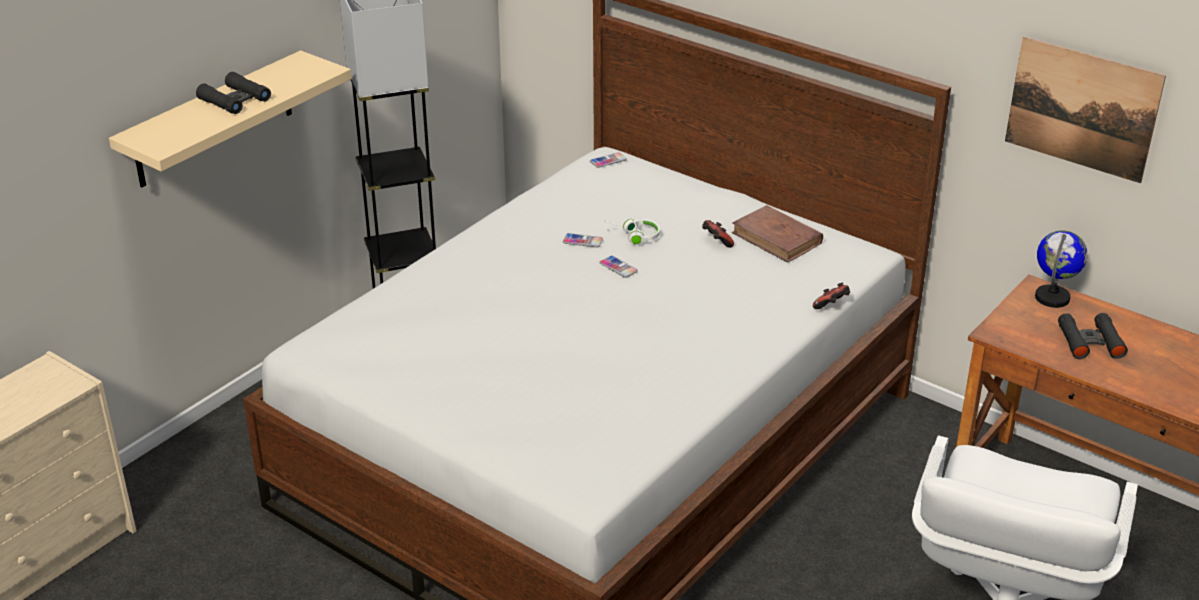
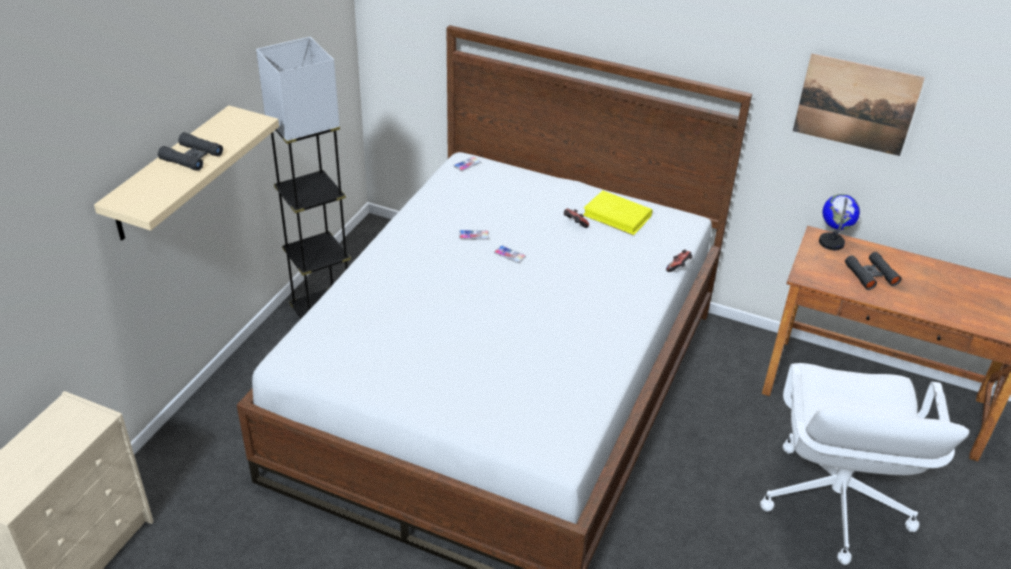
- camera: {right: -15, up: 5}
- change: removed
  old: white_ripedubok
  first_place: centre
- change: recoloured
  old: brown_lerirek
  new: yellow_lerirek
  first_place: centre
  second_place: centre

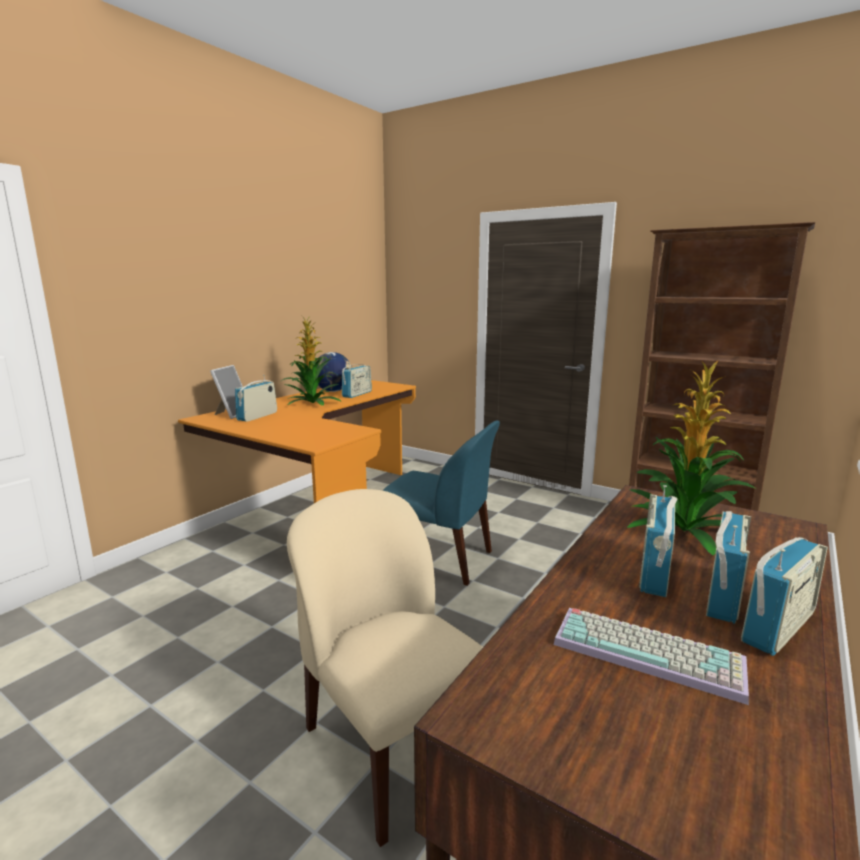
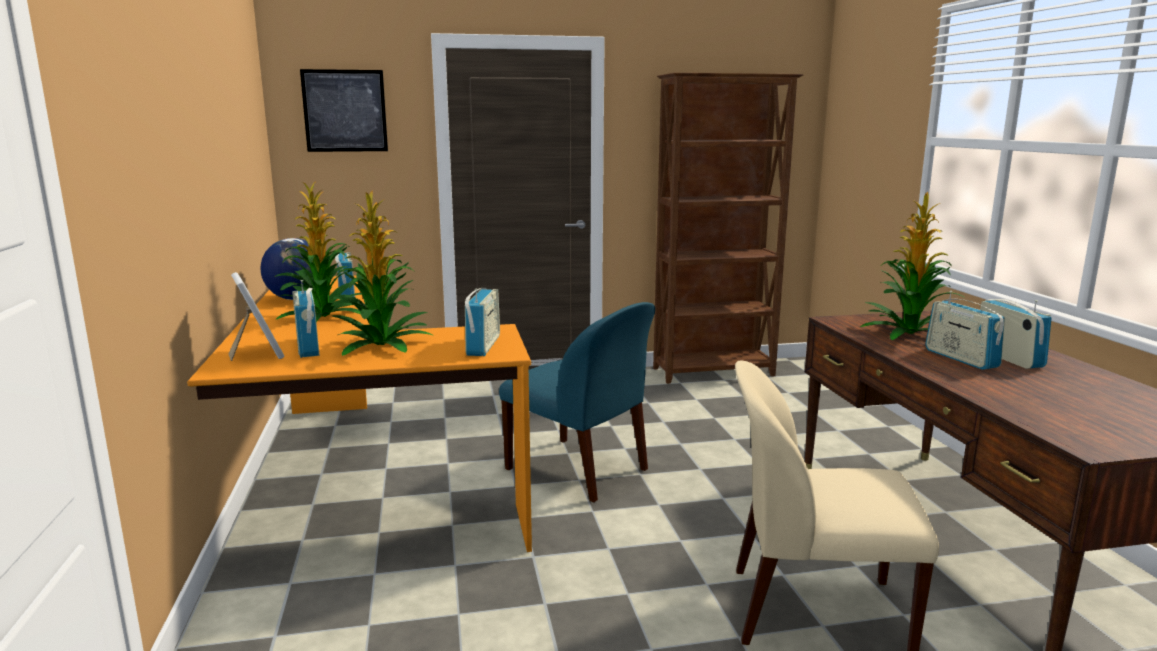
- camera: {right: -45, up: 0}
- change: turned
  old: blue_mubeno
  first_place: centre
  second_place: centre
  degrees: 60
- change: removed
  old: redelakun
  first_place: bottom right
- change: moved
  old: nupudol (5th from left in the first image)
  new: nupudol (3rd from left)
  first_place: bottom right
  second_place: centre
- change: added
  new: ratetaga
  second_place: top left
- change: added
  new: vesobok (2nd from left)
  second_place: middle left

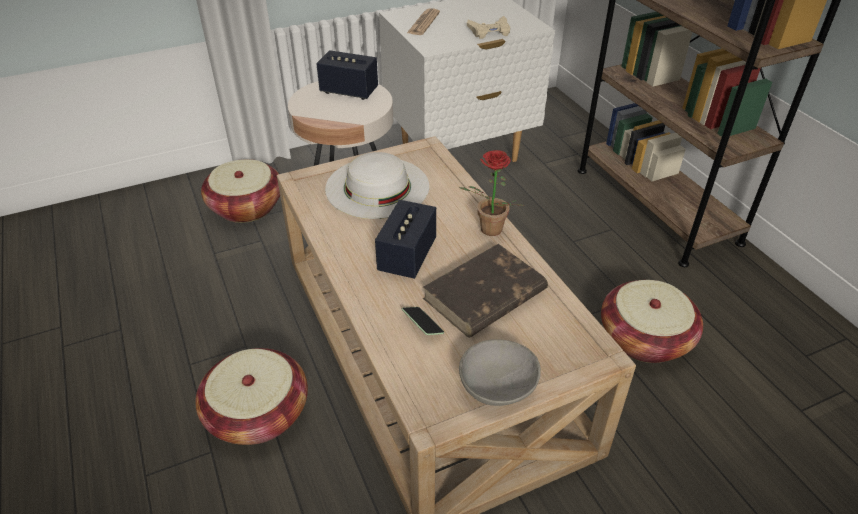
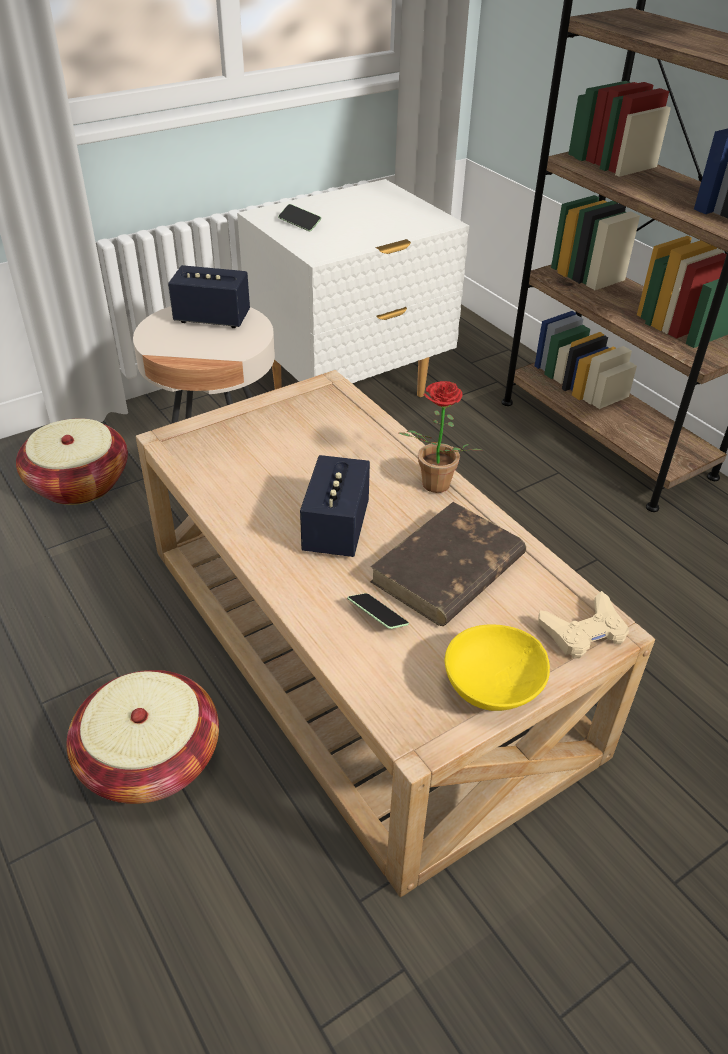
- camera: {right: -10, up: 0}
- change: removed
  old: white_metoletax
  first_place: centre
- change: replaced
  old: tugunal
  new: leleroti (1st from left)
  first_place: top centre
  second_place: top centre
- change: recoloured
  old: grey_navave
  new: yellow_navave
  first_place: bottom centre
  second_place: middle right
- change: moved
  old: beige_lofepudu
  first_place: top centre
  second_place: middle right
- change: removed
  old: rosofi (3rd from left)
  first_place: middle right

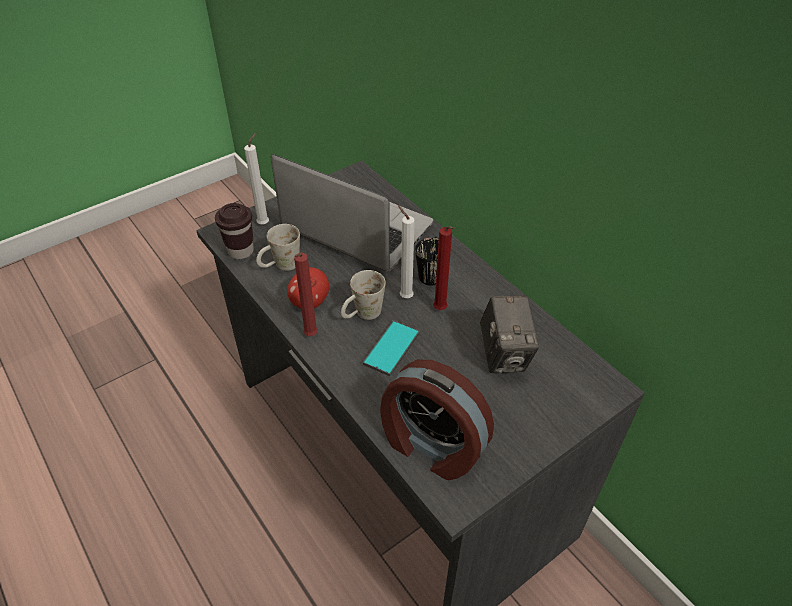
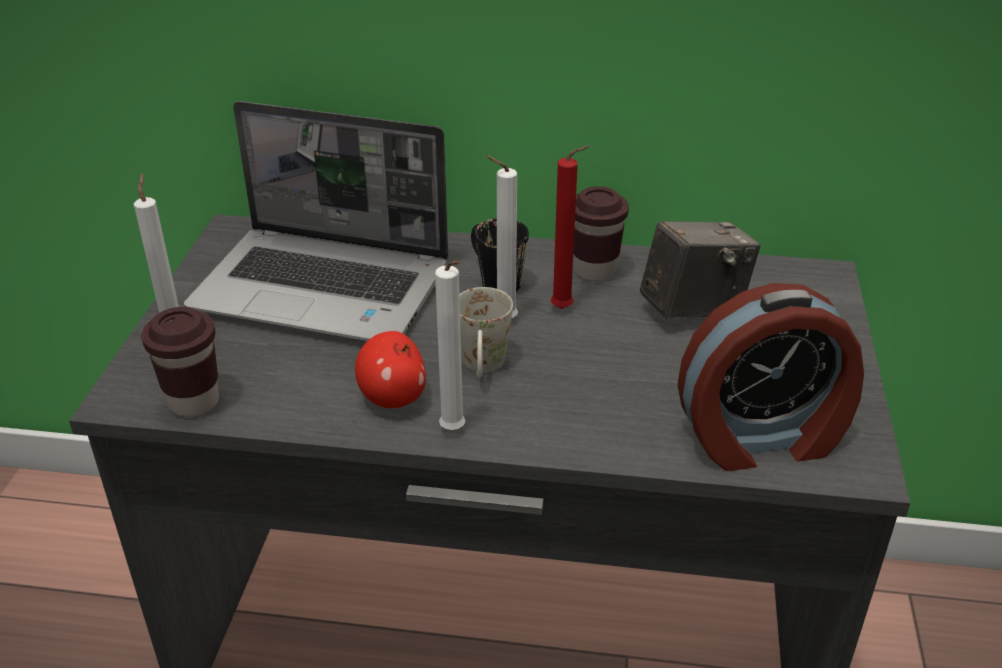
- camera: {right: -45, up: -10}
- change: removed
  old: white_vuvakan (1st from left)
  first_place: centre
- change: turned
  old: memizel
  first_place: centre
  second_place: top left
  degrees: -150
- change: recoloured
  old: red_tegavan (1st from left)
  new: white_tegavan (2nd from left)
  first_place: centre
  second_place: centre
- change: removed
  old: leleroti
  first_place: centre
- change: turned
  old: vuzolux
  first_place: centre
  second_place: middle right
  degrees: -60
- change: added
  new: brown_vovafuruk (2nd from left)
  second_place: centre

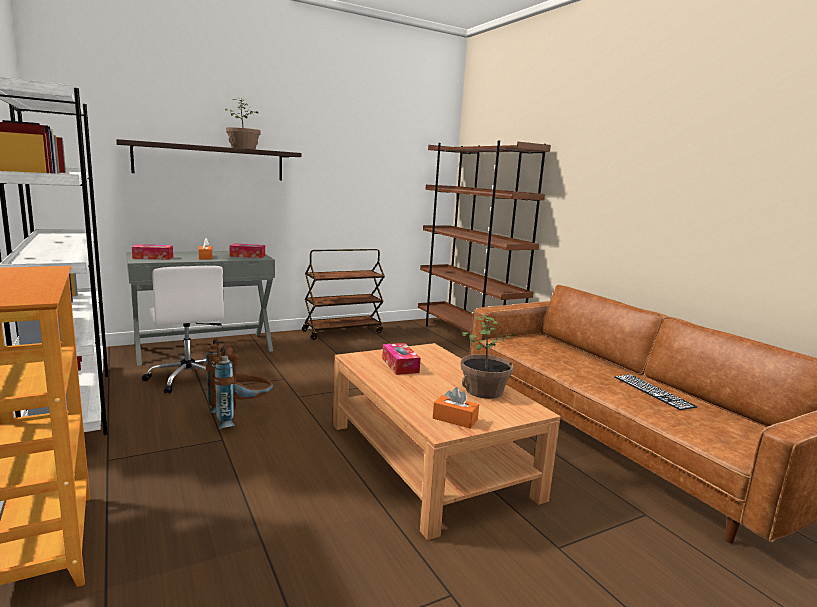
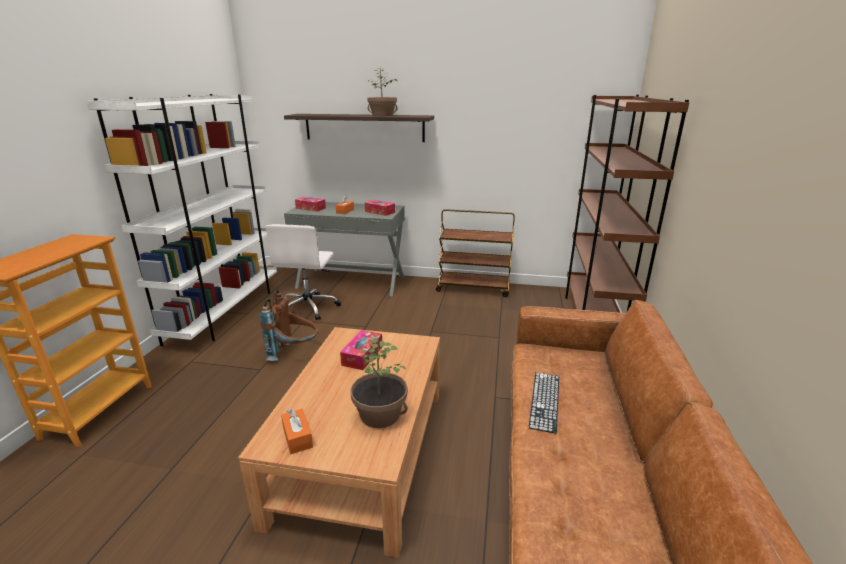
- camera: {right: 40, up: 10}
- change: moved
  old: redelakun
  first_place: middle right
  second_place: bottom centre

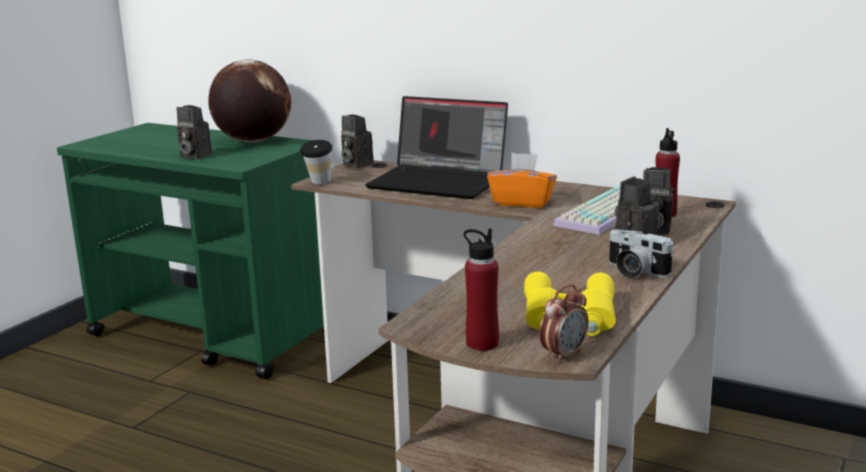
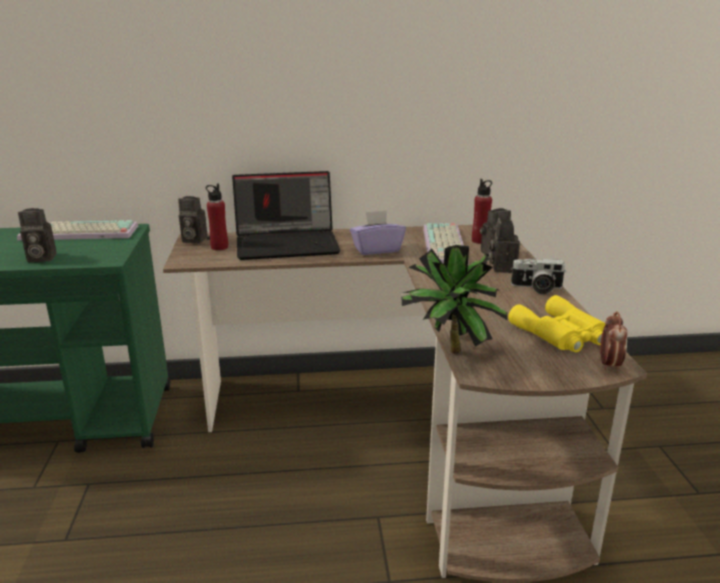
- camera: {right: -35, up: 5}
- change: replaced
  old: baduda
  new: redelakun (1st from left)
  first_place: top left
  second_place: middle left
- change: removed
  old: vovafuruk
  first_place: centre
- change: moved
  old: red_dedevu (1st from left)
  first_place: centre
  second_place: middle left
- change: recoloured
  old: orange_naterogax
  new: purple_naterogax
  first_place: centre
  second_place: centre
- change: added
  new: vesobok
  second_place: centre

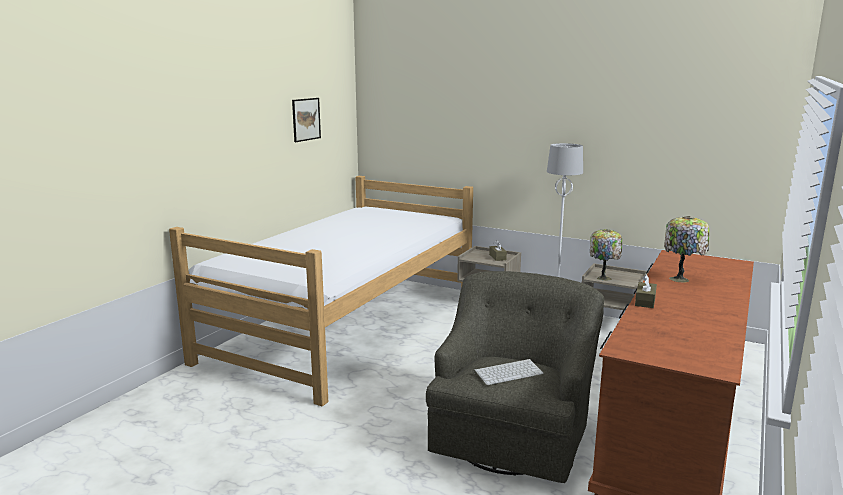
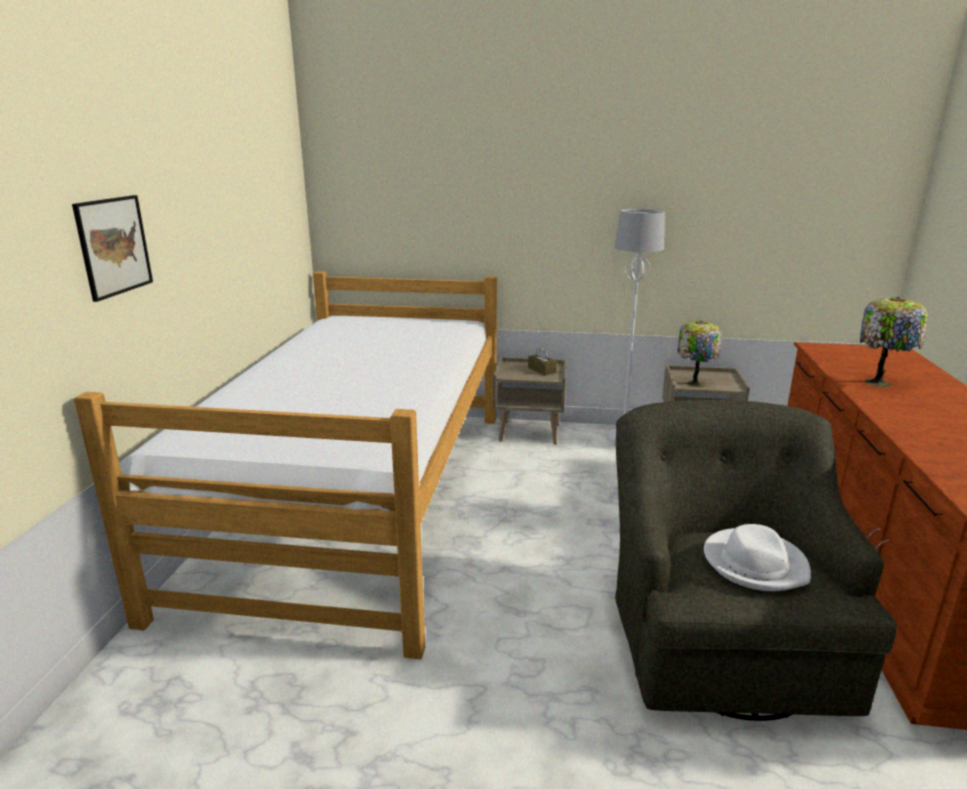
- camera: {right: -20, up: 5}
- change: moved
  old: ratetaga
  first_place: top centre
  second_place: top left
- change: replaced
  old: redelakun
  new: white_metoletax
  first_place: bottom centre
  second_place: bottom right
- change: removed
  old: brown_naterogax (2nd from left)
  first_place: middle right

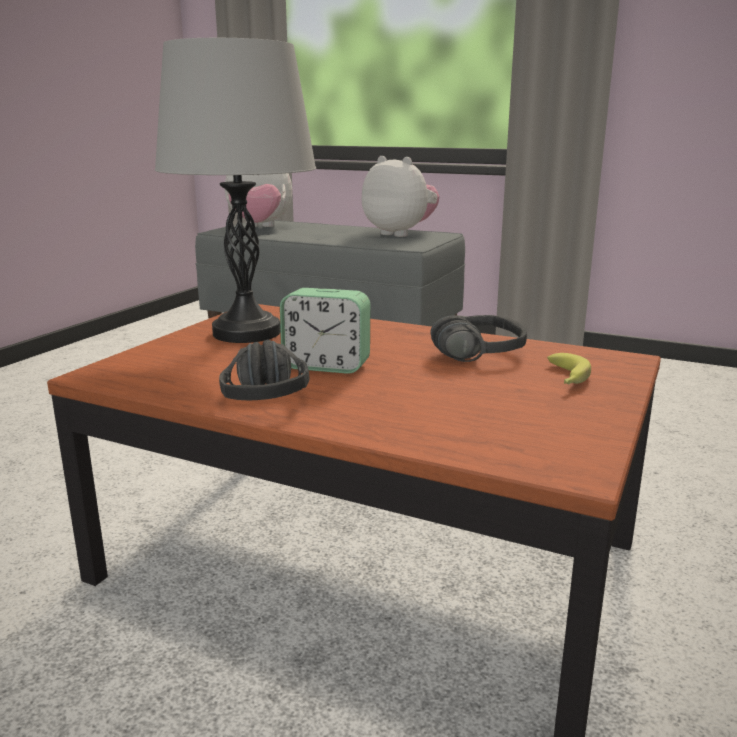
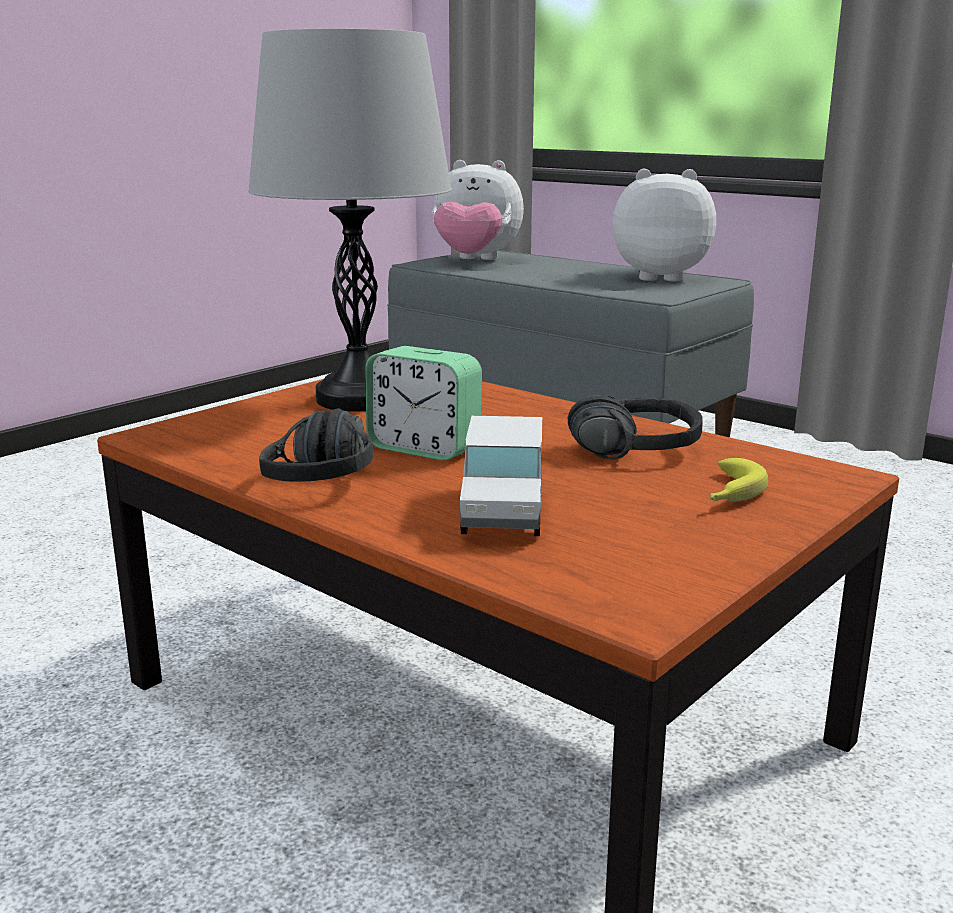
- camera: {right: 15, up: 0}
- change: turned
  old: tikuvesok (2nd from left)
  first_place: top centre
  second_place: top right
  degrees: -45
- change: added
  new: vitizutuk
  second_place: centre

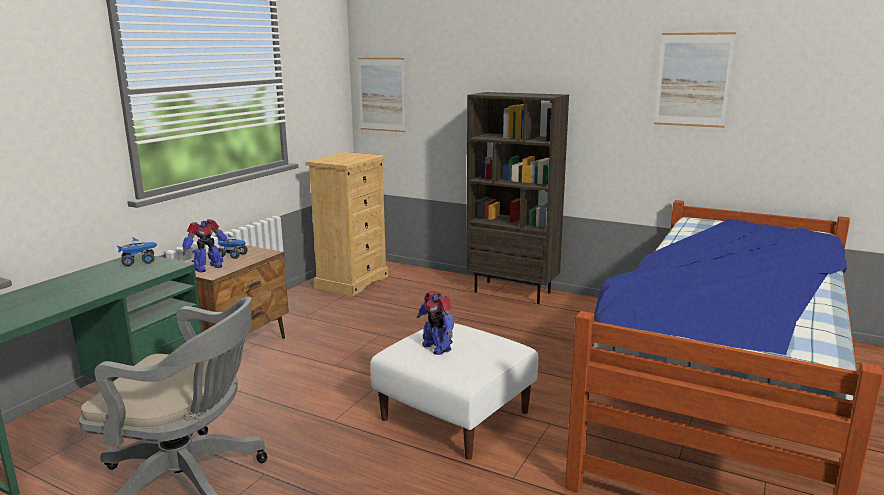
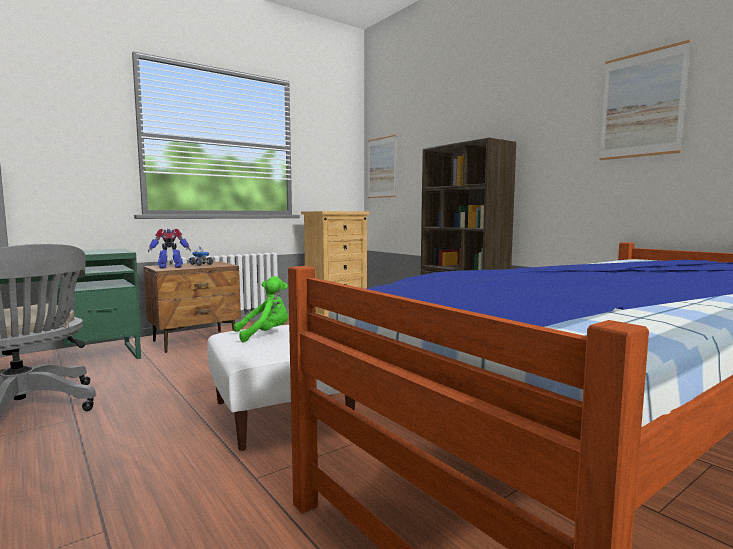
- camera: {right: 25, up: -10}
- change: removed
  old: vitizutuk (1st from left)
  first_place: middle left
- change: replaced
  old: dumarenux (2nd from left)
  new: green_tikuvesok
  first_place: centre
  second_place: centre

